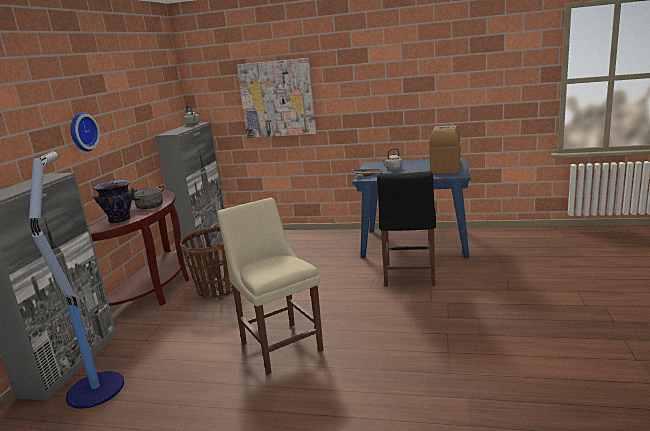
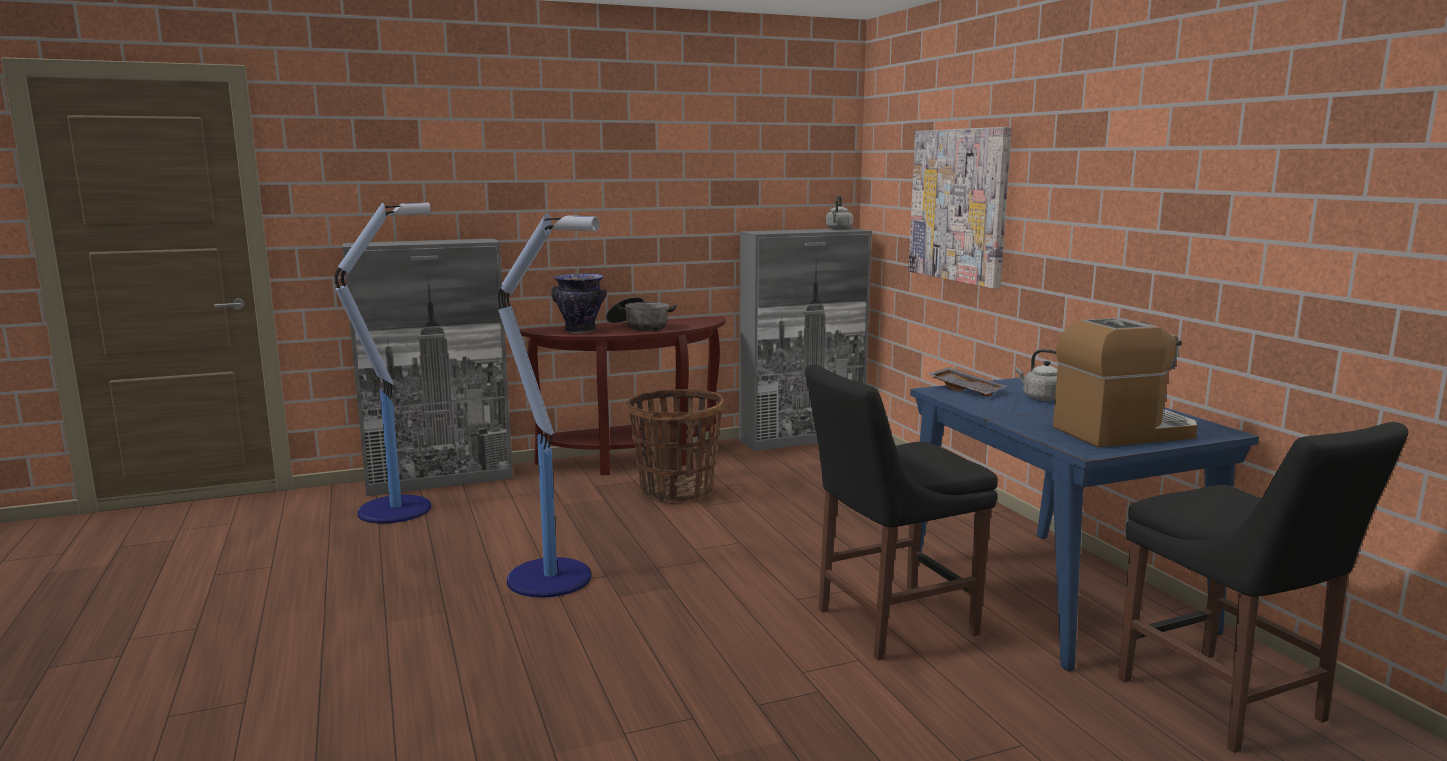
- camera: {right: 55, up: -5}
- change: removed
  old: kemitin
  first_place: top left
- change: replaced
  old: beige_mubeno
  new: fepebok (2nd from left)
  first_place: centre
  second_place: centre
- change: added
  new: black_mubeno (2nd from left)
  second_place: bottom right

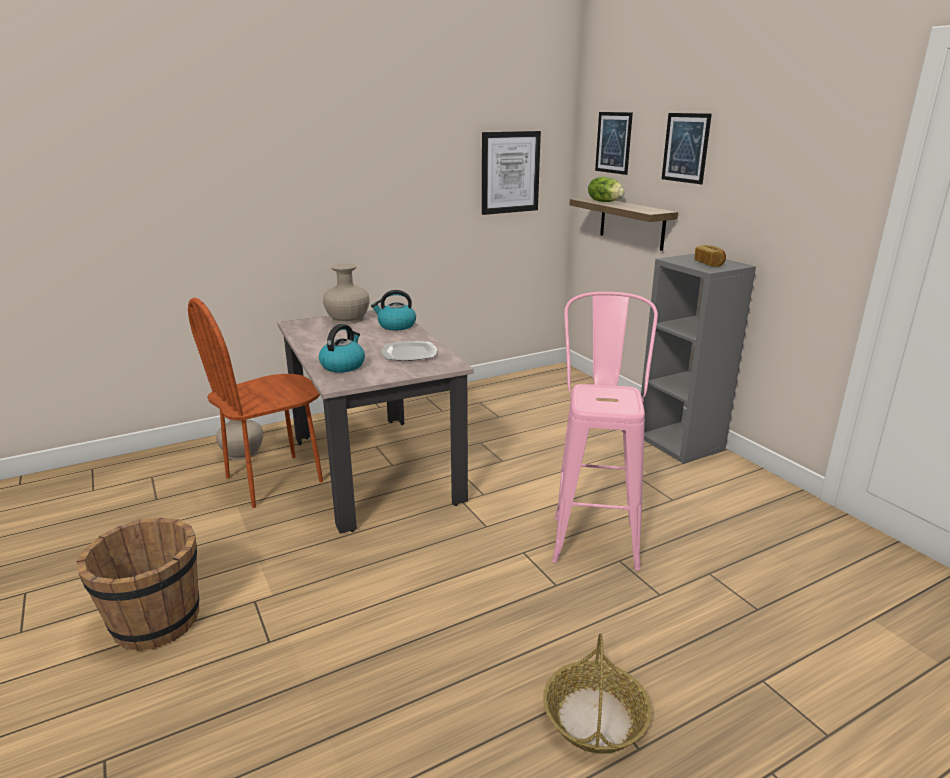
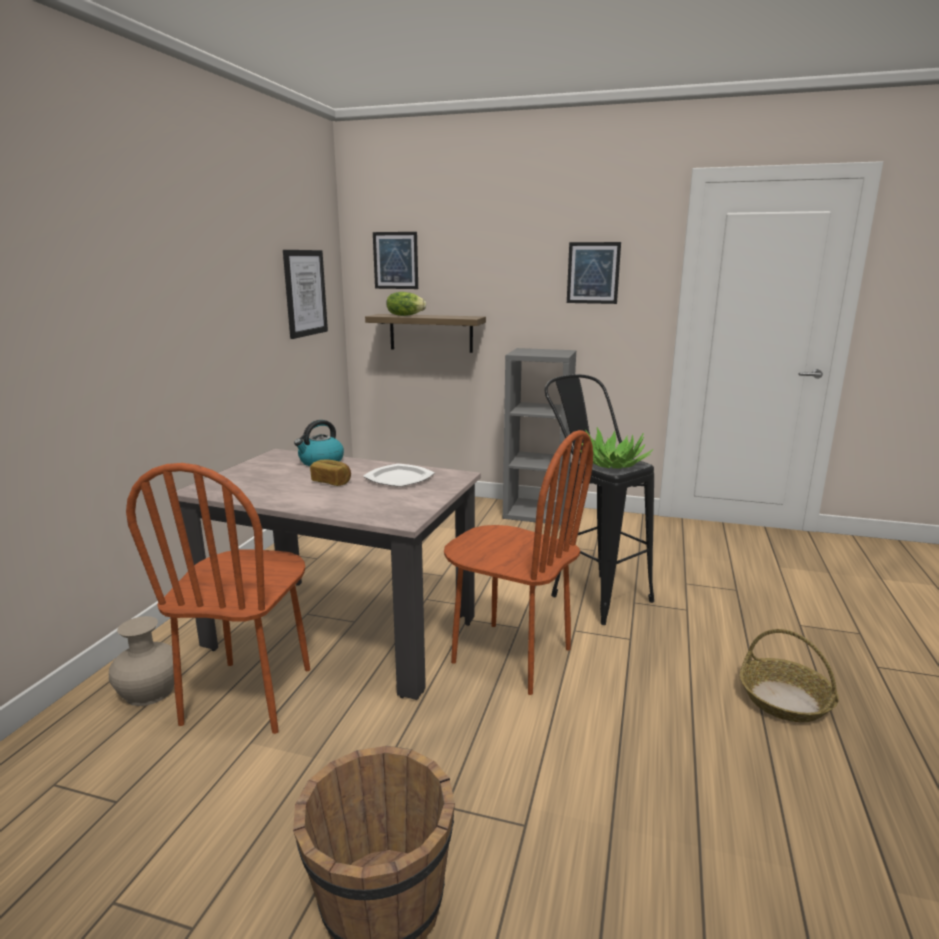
- camera: {right: -45, up: -5}
- change: removed
  old: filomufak (1st from left)
  first_place: centre
- change: removed
  old: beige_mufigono (2nd from left)
  first_place: centre
- change: recoloured
  old: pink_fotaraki
  new: black_fotaraki
  first_place: centre
  second_place: centre
- change: moved
  old: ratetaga (3rd from left)
  first_place: top right
  second_place: top centre
- change: moved
  old: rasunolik
  first_place: top right
  second_place: centre
- change: added
  new: brown_mubeno (2nd from left)
  second_place: centre
- change: added
  new: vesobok
  second_place: centre

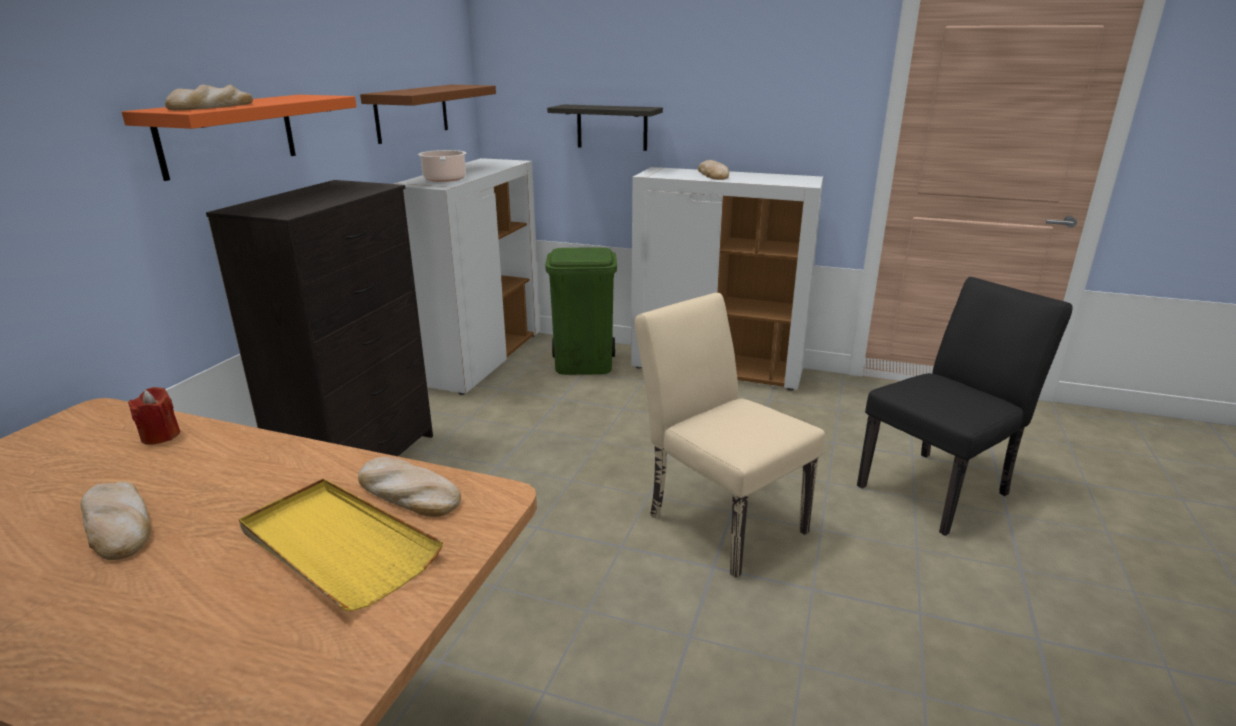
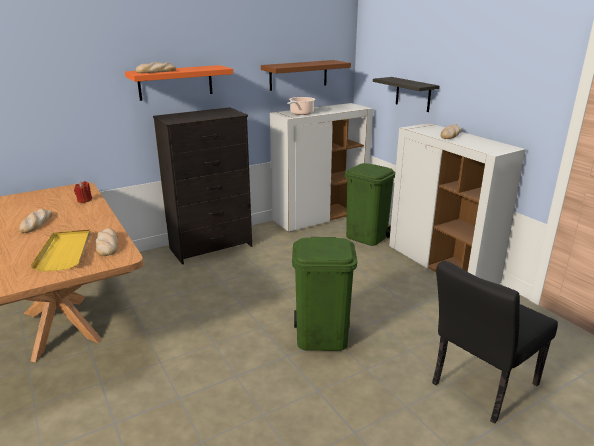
- camera: {right: 40, up: 0}
- change: replaced
  old: beige_mubeno
  new: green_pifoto (1st from left)
  first_place: centre
  second_place: centre
- change: turned
  old: black_mubeno
  first_place: middle right
  second_place: bottom right
  degrees: 135

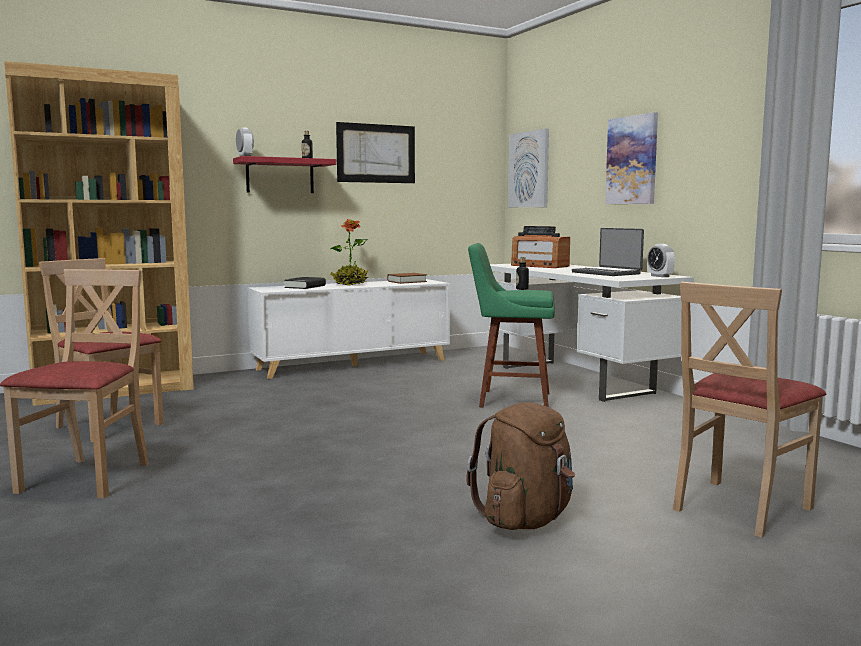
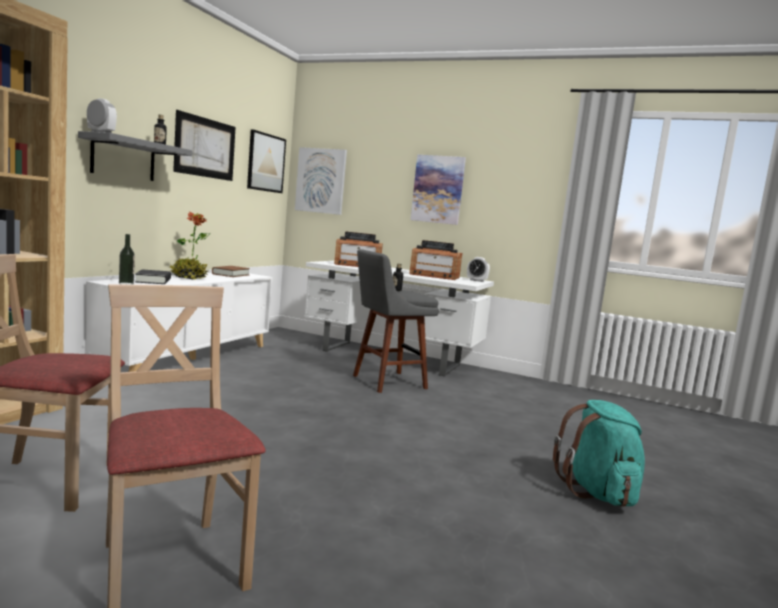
- camera: {right: -40, up: 0}
- change: recoloured
  old: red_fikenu
  new: grey_fikenu
  first_place: top left
  second_place: top left
- change: recoloured
  old: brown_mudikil
  new: turquoise_mudikil
  first_place: bottom centre
  second_place: bottom right
- change: recoloured
  old: green_fotaraki
  new: grey_fotaraki
  first_place: centre
  second_place: centre
- change: replaced
  old: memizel
  new: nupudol (2nd from left)
  first_place: middle right
  second_place: centre
- change: removed
  old: beige_mubeno (3rd from left)
  first_place: middle right
- change: added
  new: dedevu (1st from left)
  second_place: middle left
- change: added
  new: ratetaga (2nd from left)
  second_place: top centre

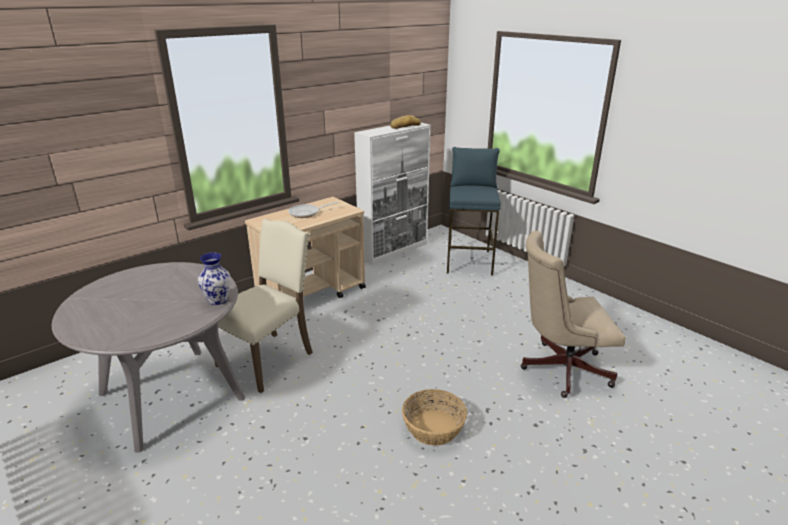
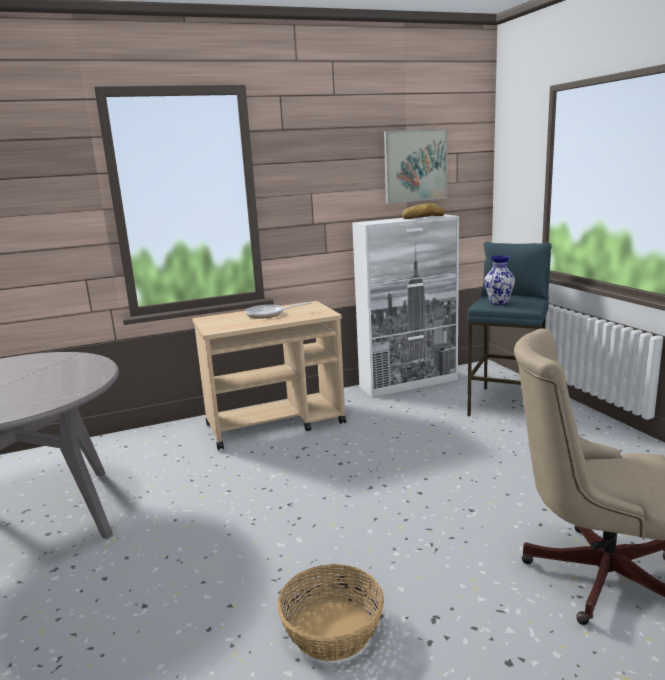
- camera: {right: 20, up: -10}
- change: moved
  old: mufigono
  first_place: middle left
  second_place: middle right
- change: removed
  old: beige_mubeno
  first_place: centre
- change: added
  new: ratetaga
  second_place: top centre

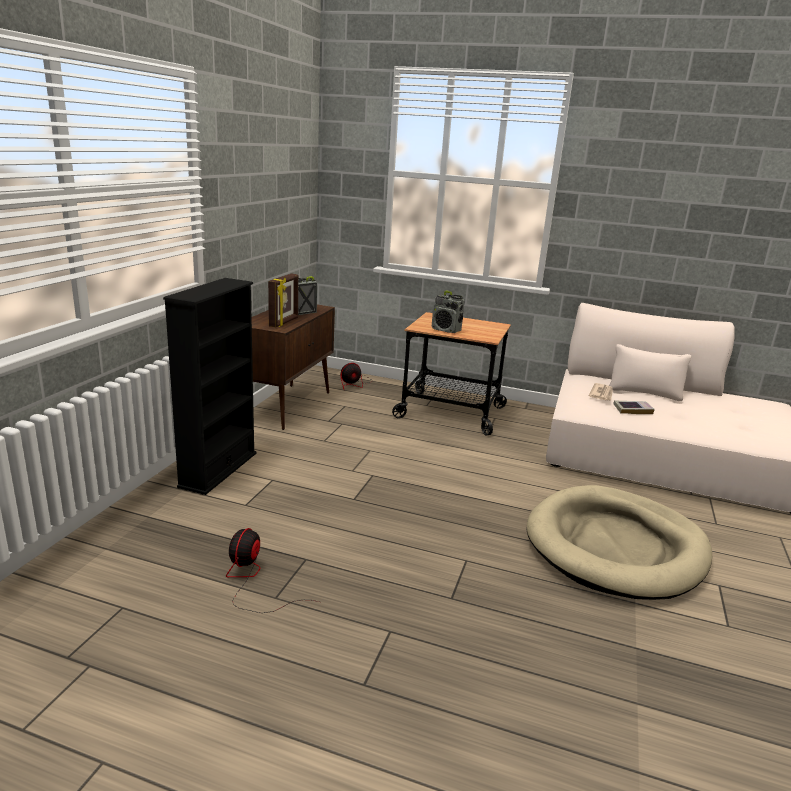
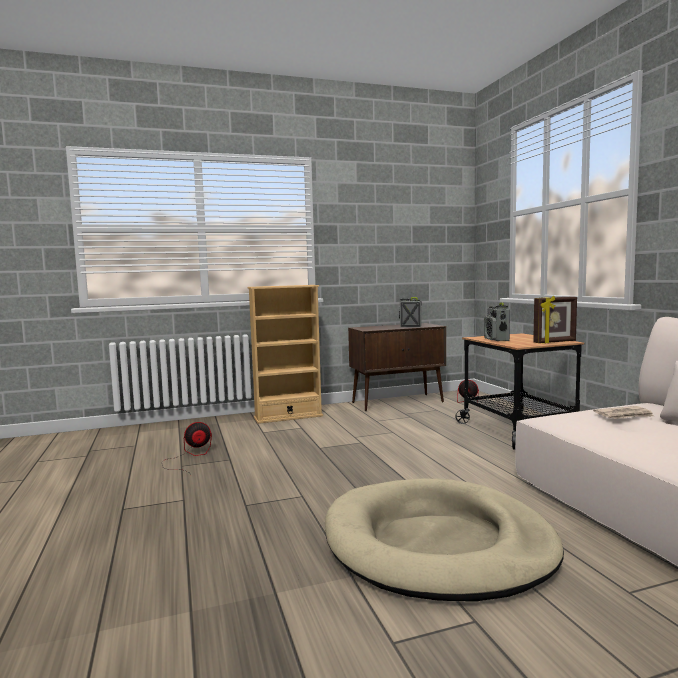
- camera: {right: 55, up: -15}
- change: recoloured
  old: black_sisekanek
  new: beige_sisekanek
  first_place: middle left
  second_place: centre
- change: moved
  old: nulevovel
  first_place: centre
  second_place: middle right
- change: removed
  old: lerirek
  first_place: middle right

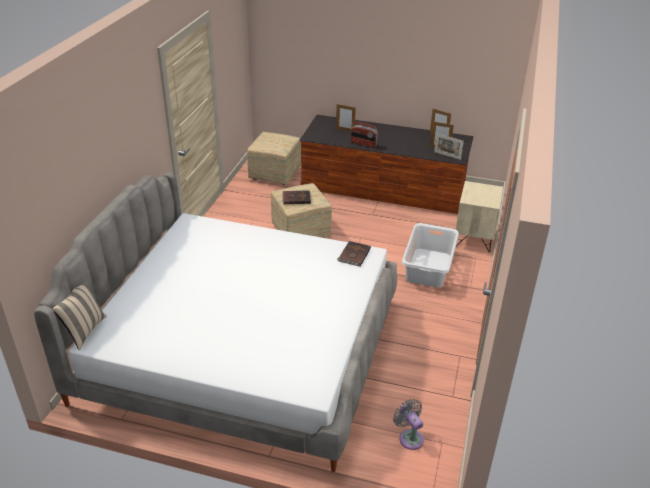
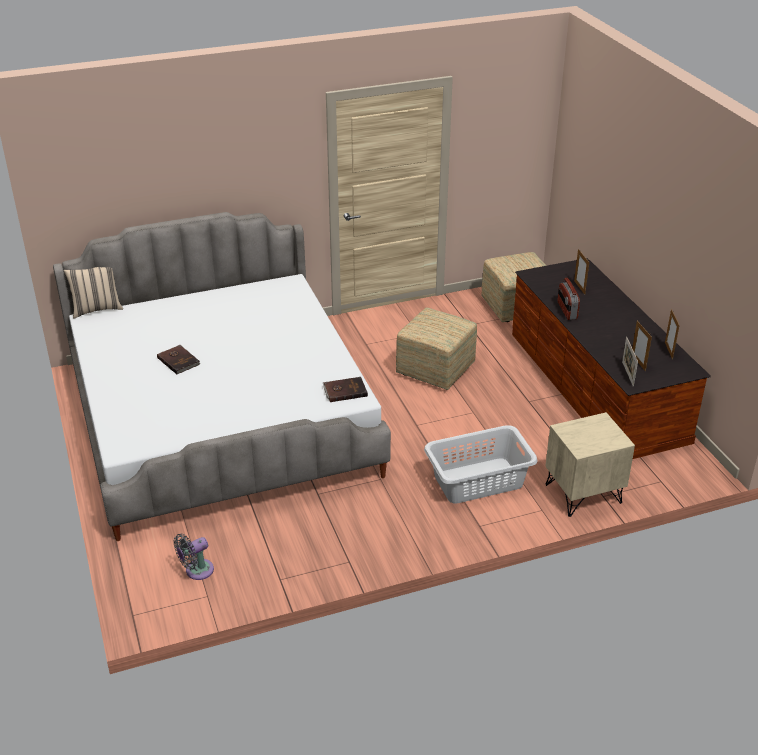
- camera: {right: 55, up: 0}
- change: moved
  old: brown_lerirek (1st from left)
  first_place: centre
  second_place: middle left
- change: turned
  old: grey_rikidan
  first_place: bottom centre
  second_place: bottom left
  degrees: -150

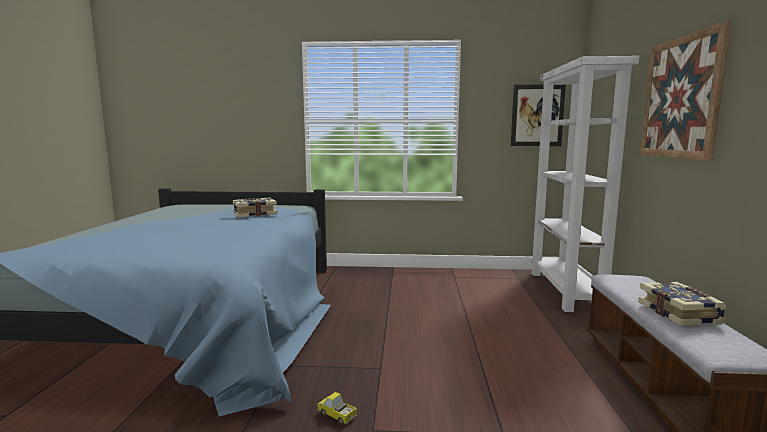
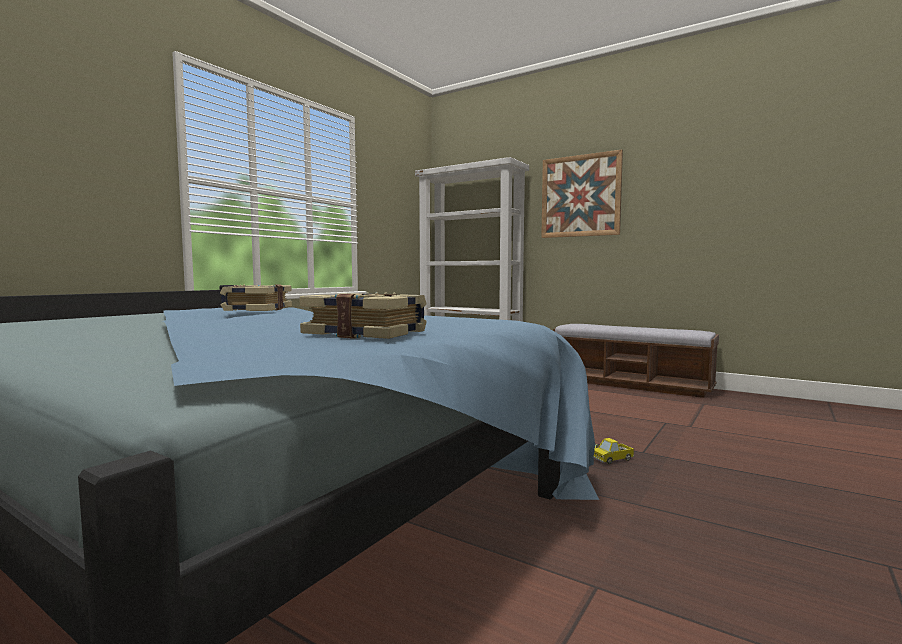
- camera: {right: -60, up: -5}
- change: removed
  old: ratetaga (1st from left)
  first_place: top right
- change: moved
  old: lerirek (2nd from left)
  first_place: bottom right
  second_place: centre

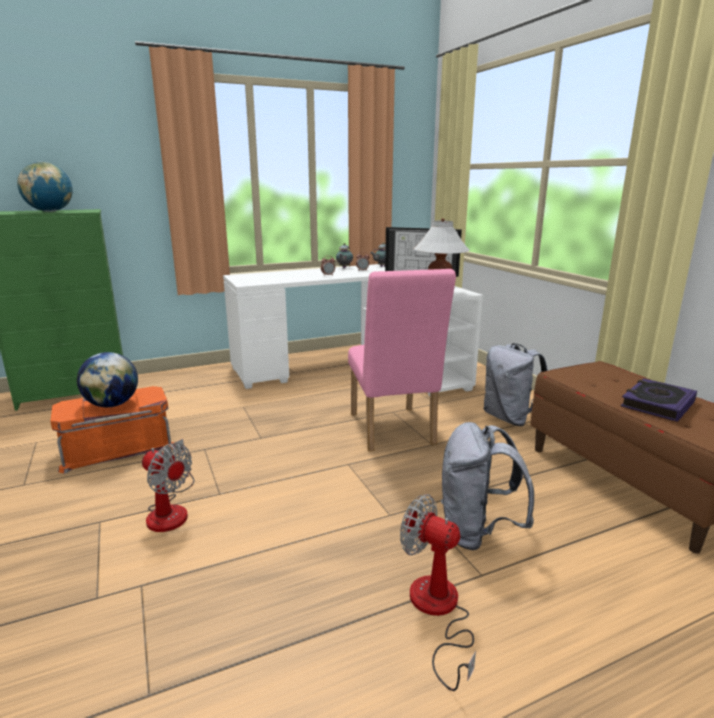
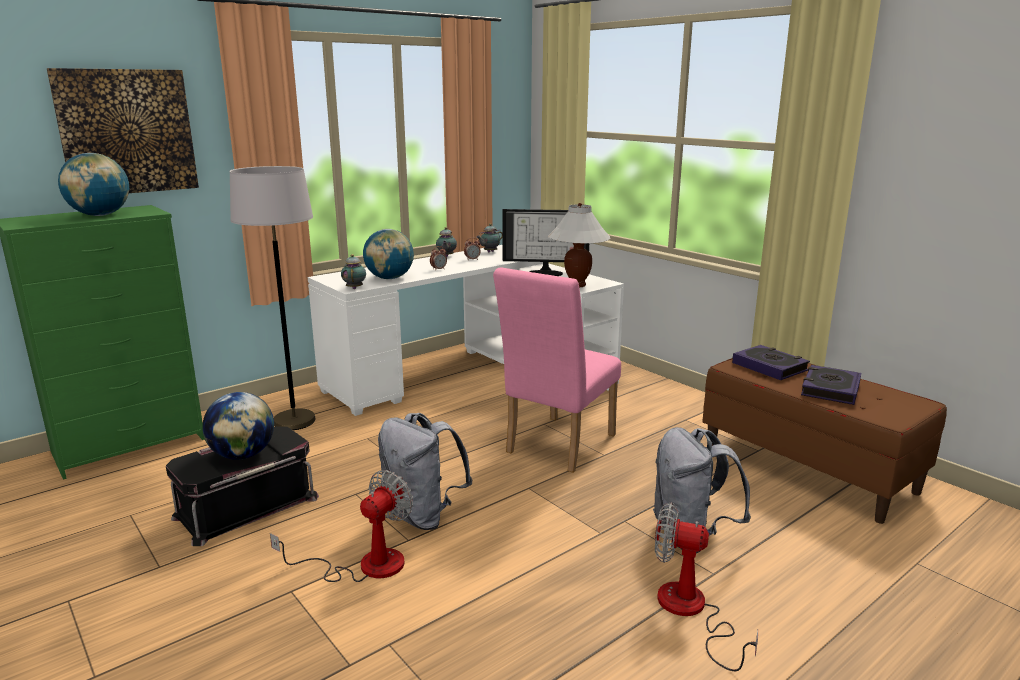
- camera: {right: -15, up: 0}
- change: recoloured
  old: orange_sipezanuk
  new: black_sipezanuk
  first_place: middle left
  second_place: bottom left
- change: turned
  old: rikidan (1st from left)
  first_place: bottom left
  second_place: bottom centre
  degrees: -75
- change: turned
  old: pink_mubeno
  first_place: centre
  second_place: centre
  degrees: 60
- change: moved
  old: grey_mudikil (2nd from left in the first image)
  new: grey_mudikil (1st from left)
  first_place: middle right
  second_place: bottom centre
- change: added
  new: ratetaga
  second_place: top left
- change: added
  new: grey_fepebok
  second_place: middle left
- change: added
  new: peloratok (1st from left)
  second_place: centre
- change: added
  new: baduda (3rd from left)
  second_place: centre
- change: added
  new: lerirek (1st from left)
  second_place: middle right

